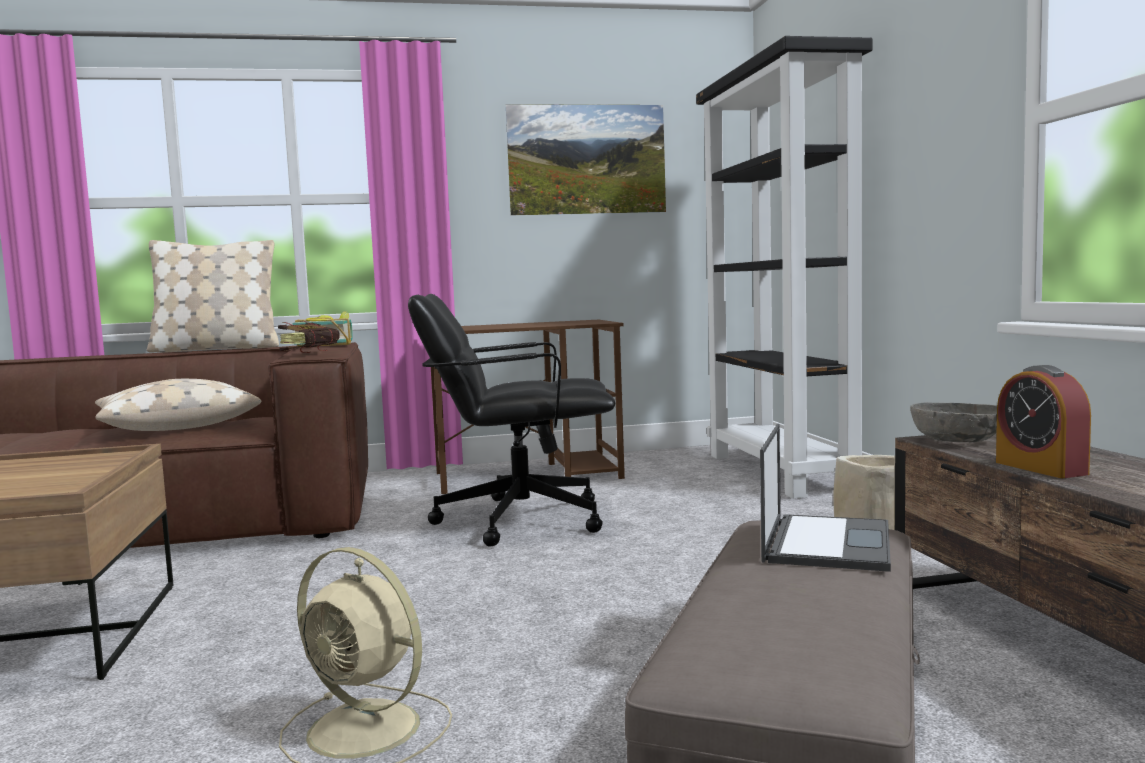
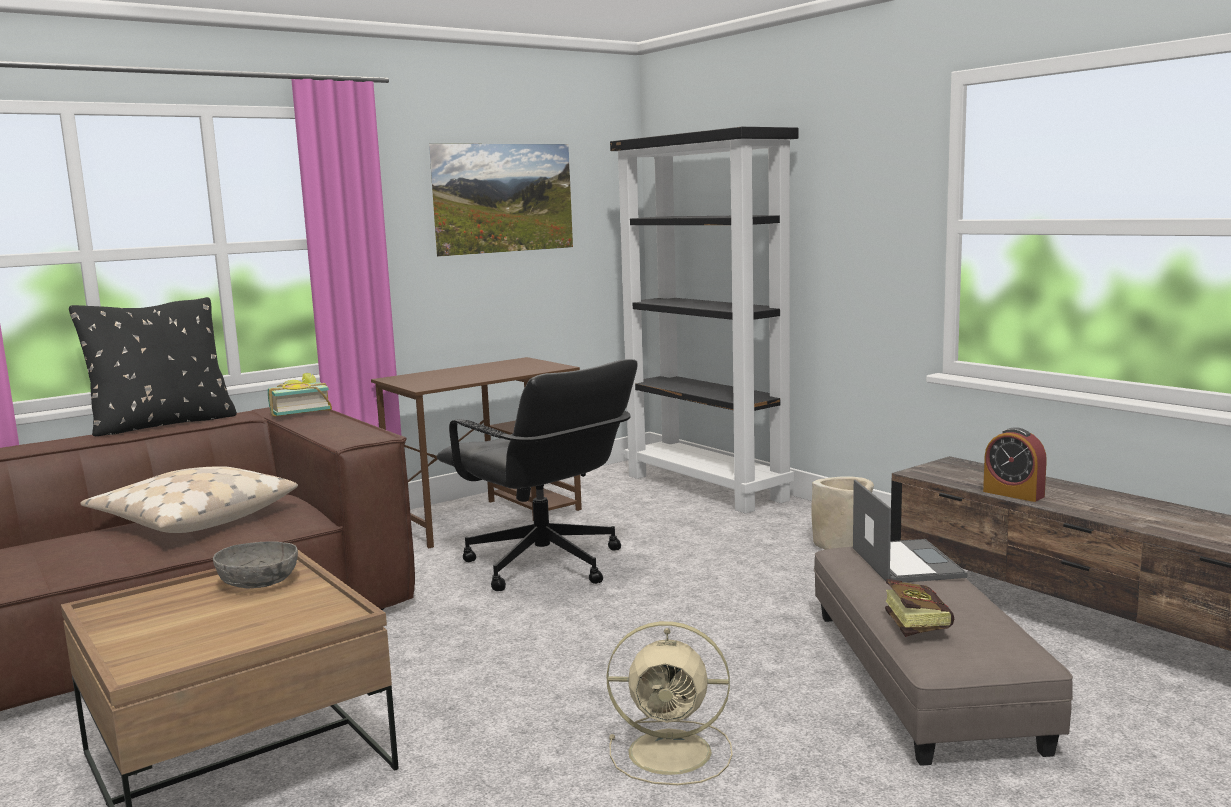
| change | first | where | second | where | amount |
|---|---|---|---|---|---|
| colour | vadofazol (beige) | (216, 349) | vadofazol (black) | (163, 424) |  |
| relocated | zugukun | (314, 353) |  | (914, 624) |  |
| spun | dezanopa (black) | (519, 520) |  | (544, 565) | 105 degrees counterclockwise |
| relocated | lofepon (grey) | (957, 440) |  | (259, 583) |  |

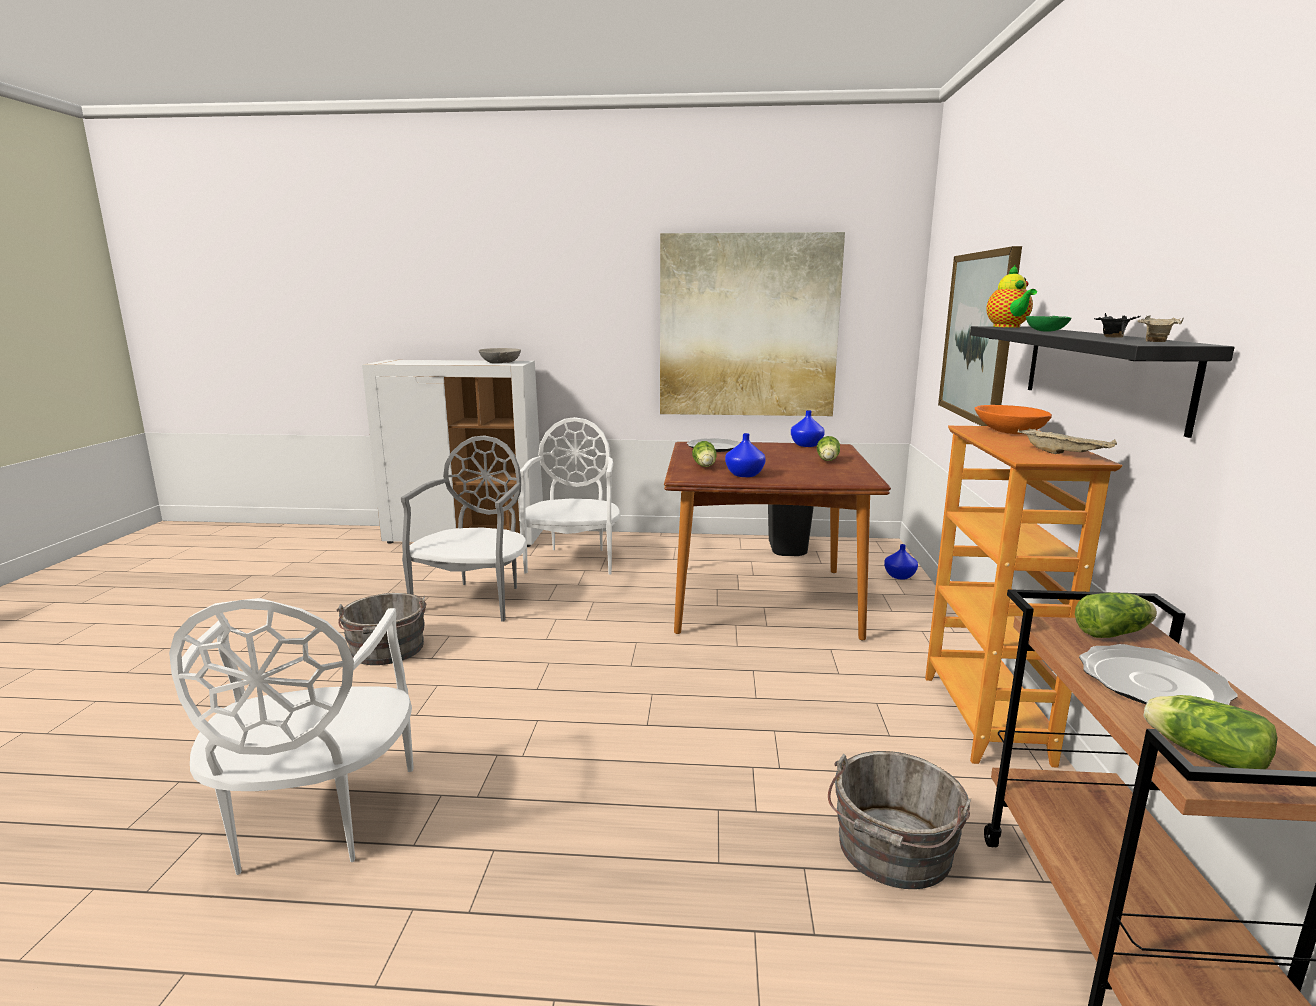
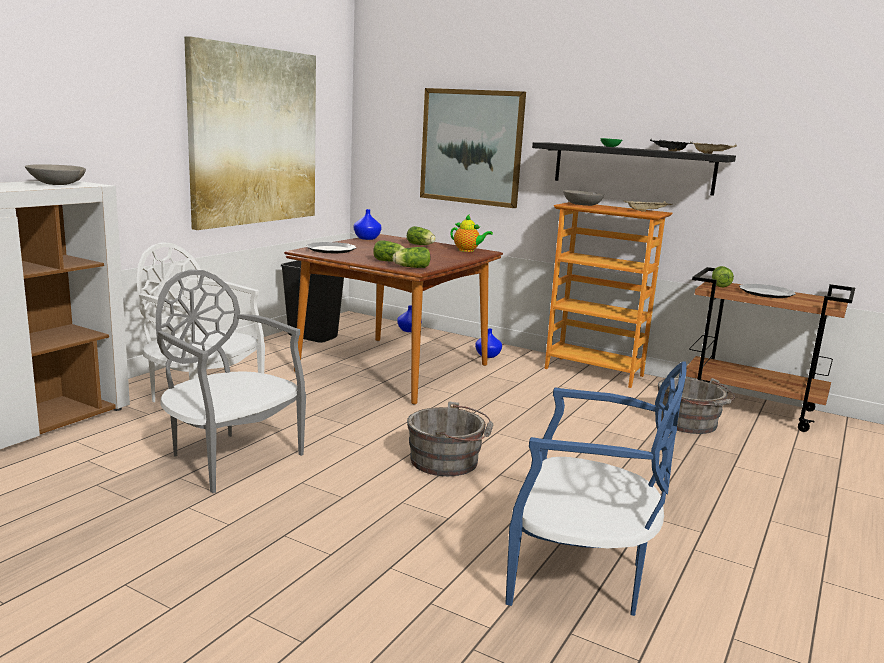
| change | first | where | second | where | amount |
|---|---|---|---|---|---|
| colour | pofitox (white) | (315, 820) | pofitox (blue) | (580, 577) |  |
| relocated | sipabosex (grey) | (387, 651) |  | (448, 461) |  |
| relocated | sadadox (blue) | (744, 475) |  | (488, 356) |  |
| colour | lofepon (orange) | (1009, 431) | lofepon (grey) | (582, 204) |  |
| relocated | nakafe | (1008, 327) |  | (468, 250) |  |
| relocated | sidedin | (1200, 753) |  | (410, 267) |  |

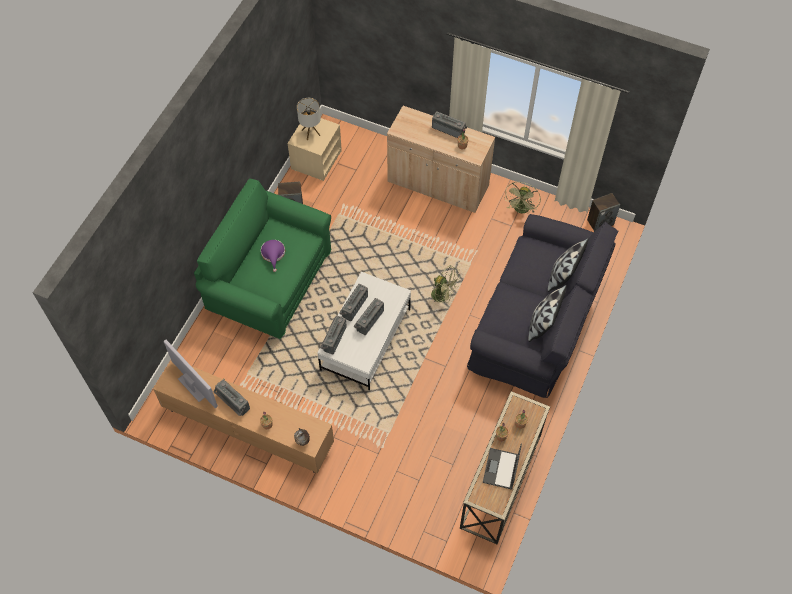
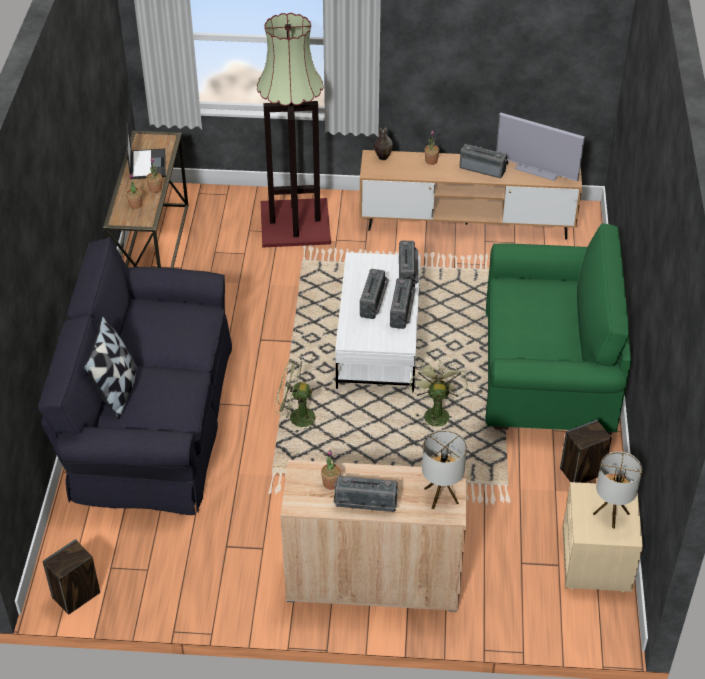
| change | first | where | second | where | amount |
|---|---|---|---|---|---|
| missing | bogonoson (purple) | (273, 254) |  |  |  |
| relocated | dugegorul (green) | (521, 210) |  | (435, 412) |  |
| missing | vadofazol | (542, 324) |  |  |  |
| appeared |  |  | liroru | (296, 223) |  |
| appeared |  |  | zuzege | (441, 496) |  |

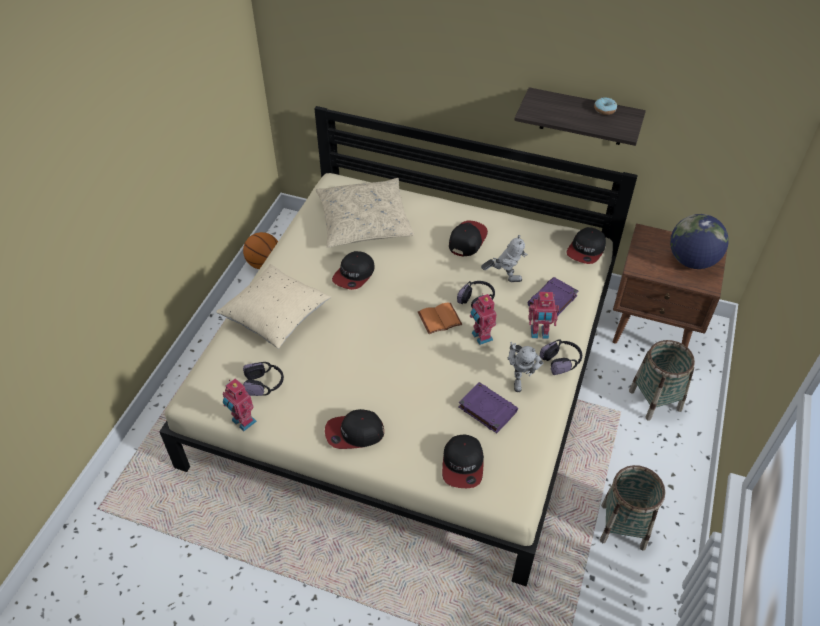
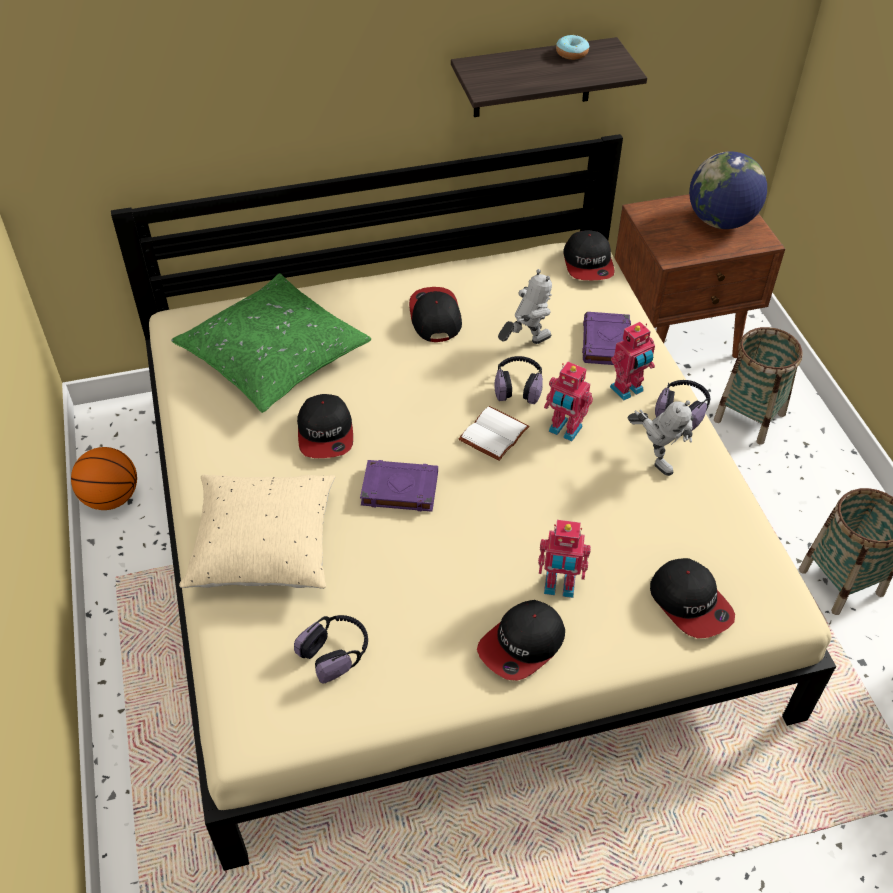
| change | first | where | second | where | amount |
|---|---|---|---|---|---|
| relocated | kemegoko | (242, 422) |  | (559, 587) |  |
| colour | vadofazol (beige) | (364, 222) | vadofazol (green) | (274, 356) |  |
| colour | zugukun (orange) | (440, 318) | zugukun (white) | (493, 433) |  |
| relocated | zugukun (purple) | (486, 409) |  | (399, 489) |  |

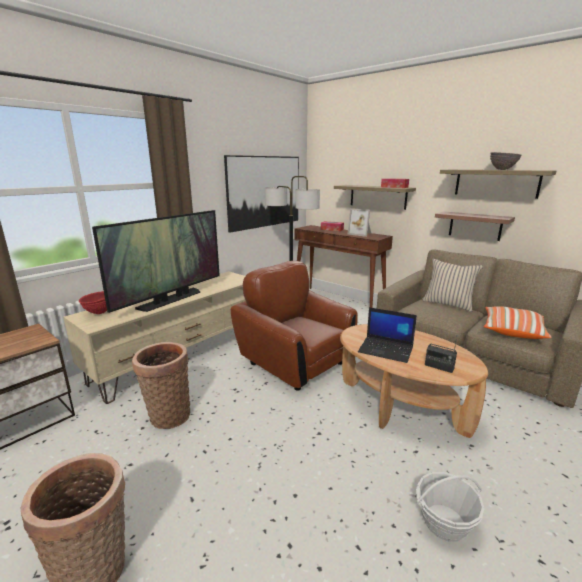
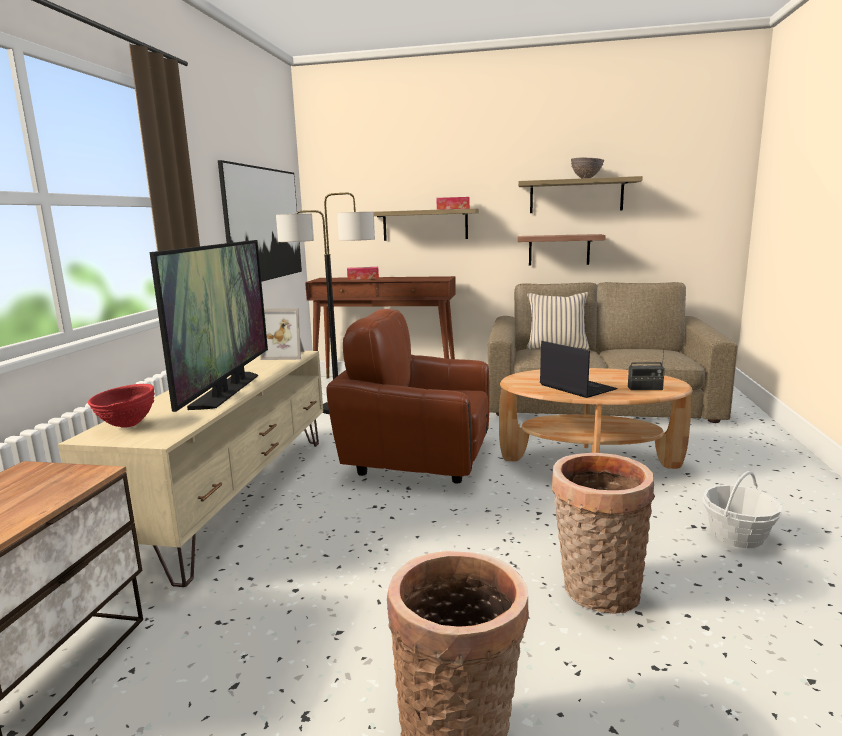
| change | first | where | second | where | amount |
|---|---|---|---|---|---|
| relocated | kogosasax | (168, 415) |  | (596, 591) |  |
| relocated | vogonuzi | (360, 234) |  | (285, 355) |  |
| spun | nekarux | (386, 349) |  | (576, 387) | 120 degrees counterclockwise |
| missing | vadofazol | (512, 330) |  |  |  |

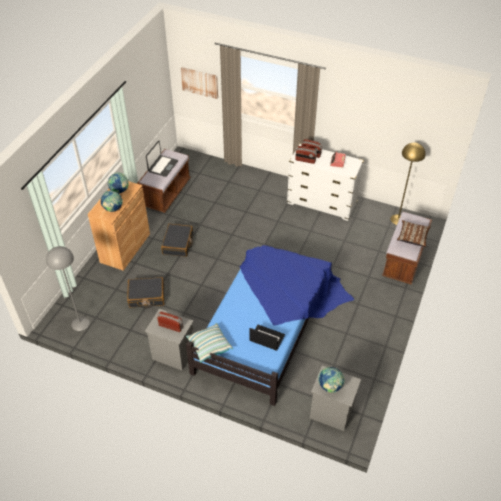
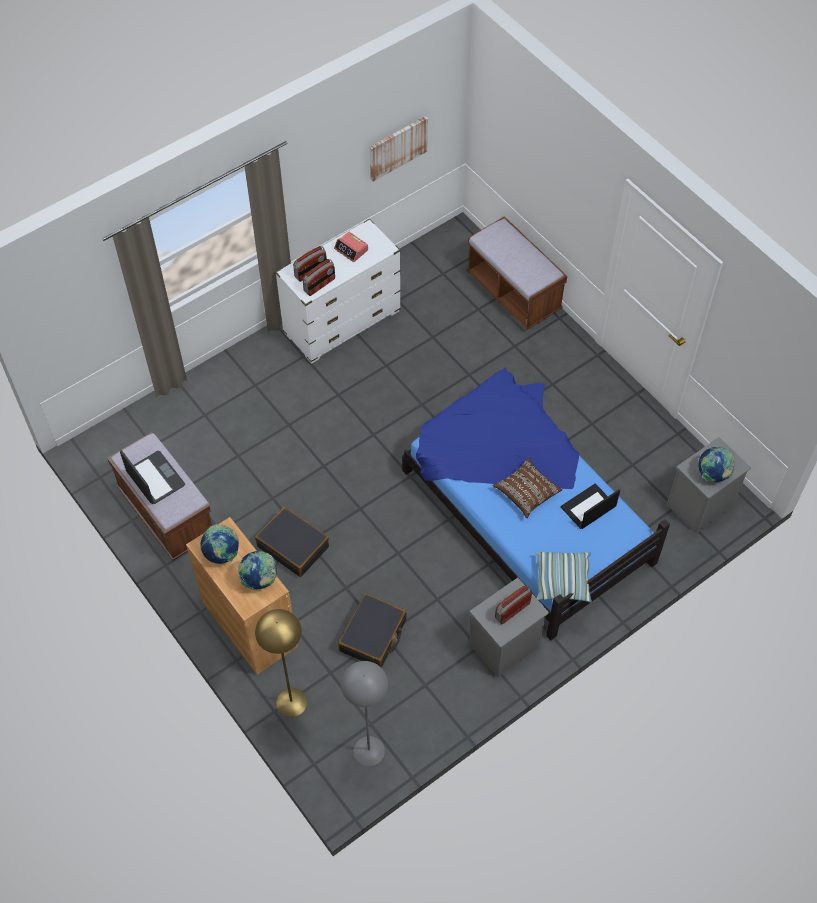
| change | first | where | second | where | amount |
|---|---|---|---|---|---|
| relocated | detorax | (200, 82) |  | (397, 147) |  |
| relocated | liroru (yellow) | (398, 219) |  | (291, 702) |  |
| relocated | vadofazol (brown) | (412, 237) |  | (526, 493) |  |

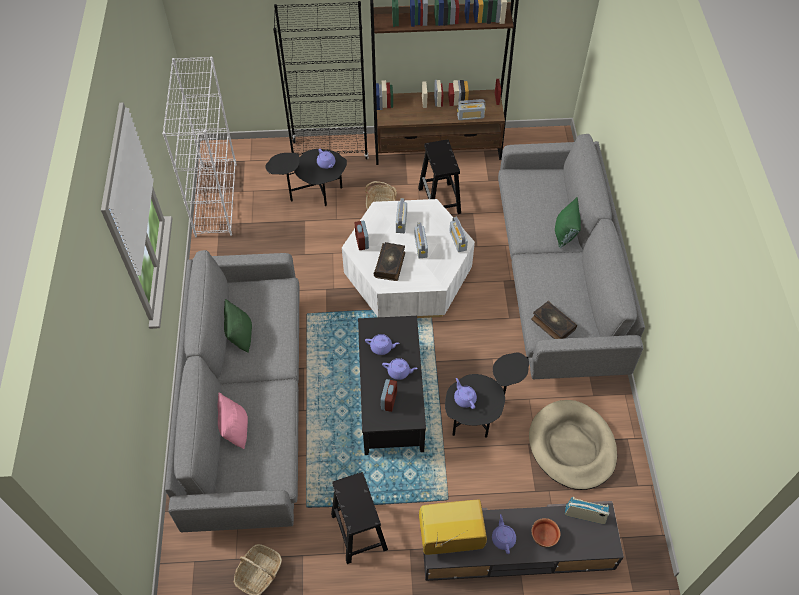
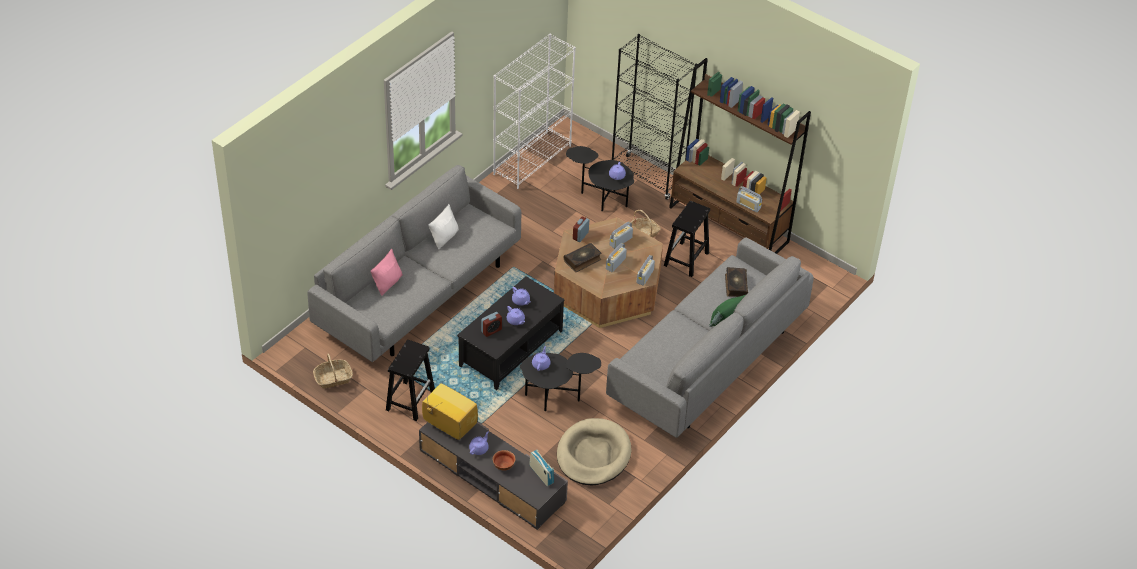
| change | first | where | second | where | amount |
|---|---|---|---|---|---|
| colour | vadofazol (green) | (240, 335) | vadofazol (white) | (444, 237) |  |
| colour | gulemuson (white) | (408, 275) | gulemuson (brown) | (607, 289) |  |
| relocated | zugukun | (552, 324) |  | (735, 285) |  |

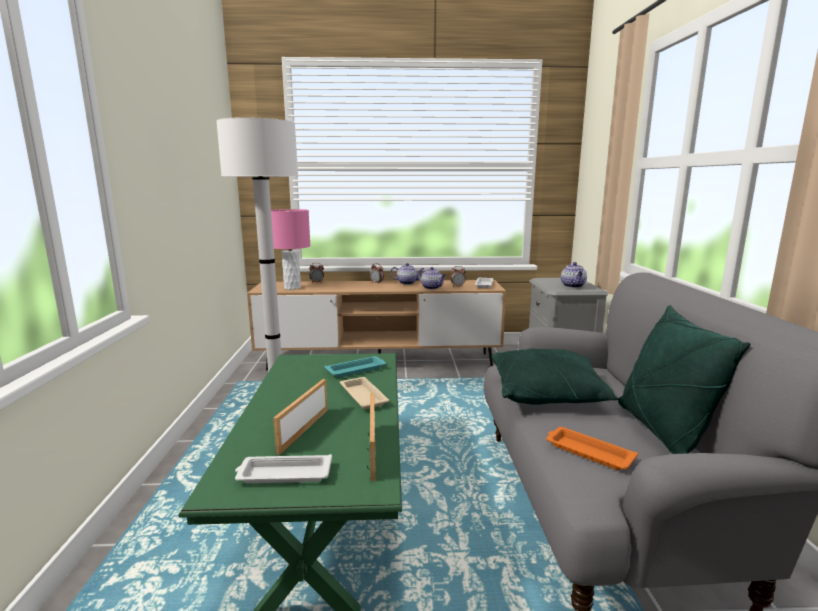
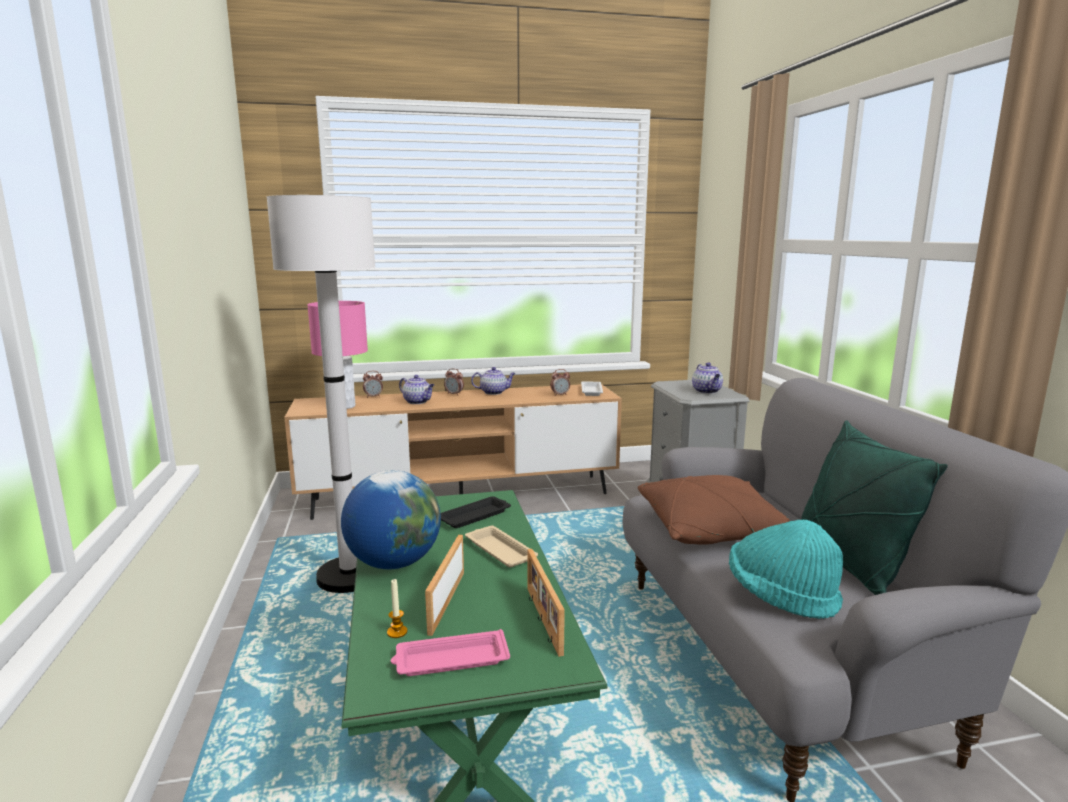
| change | first | where | second | where | amount |
|---|---|---|---|---|---|
| colour | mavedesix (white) | (283, 474) | mavedesix (pink) | (450, 660) |  |
| colour | mavedesix (turquoise) | (357, 370) | mavedesix (black) | (475, 516) |  |
| relocated | nakafe | (432, 288) |  | (418, 402) |  |
| colour | vadofazol (green) | (547, 394) | vadofazol (brown) | (711, 529) |  |
| exchanged | mavedesix (orange) | (587, 452) | bogonoson (turquoise) | (781, 596) |  |
| appeared |  |  | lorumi | (394, 563) |  |
| appeared |  |  | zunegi | (397, 632) |  |

